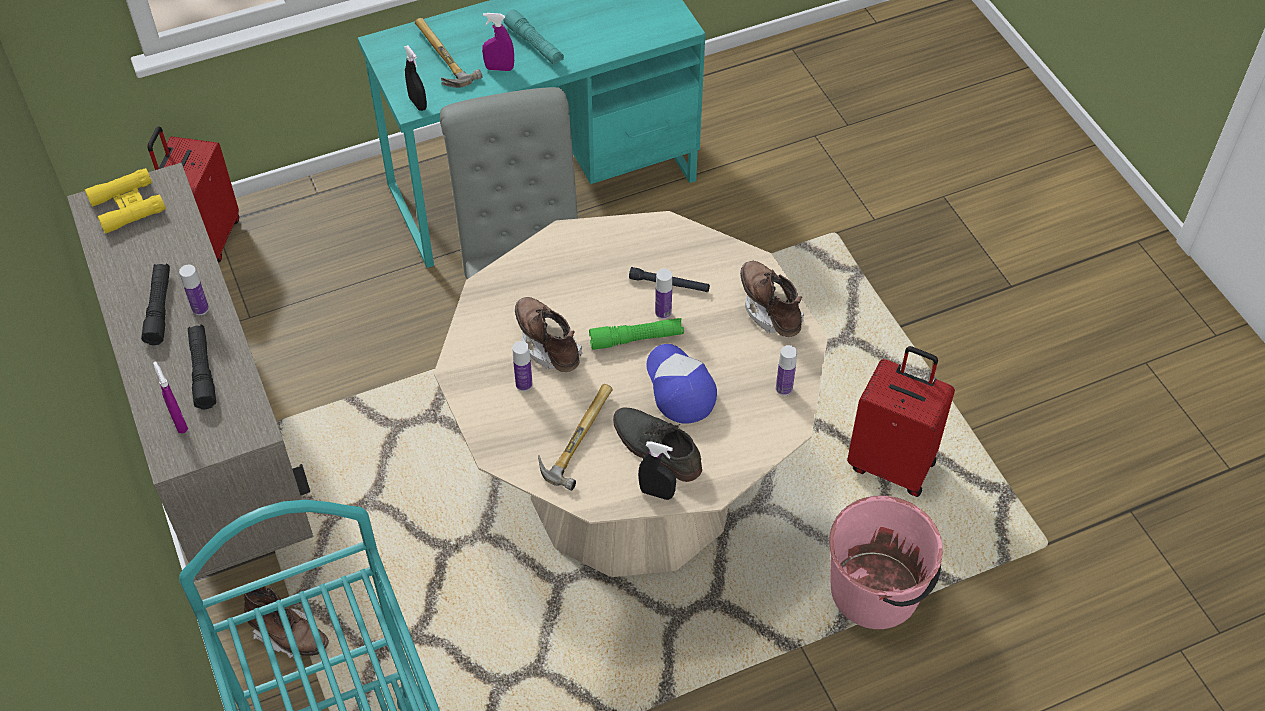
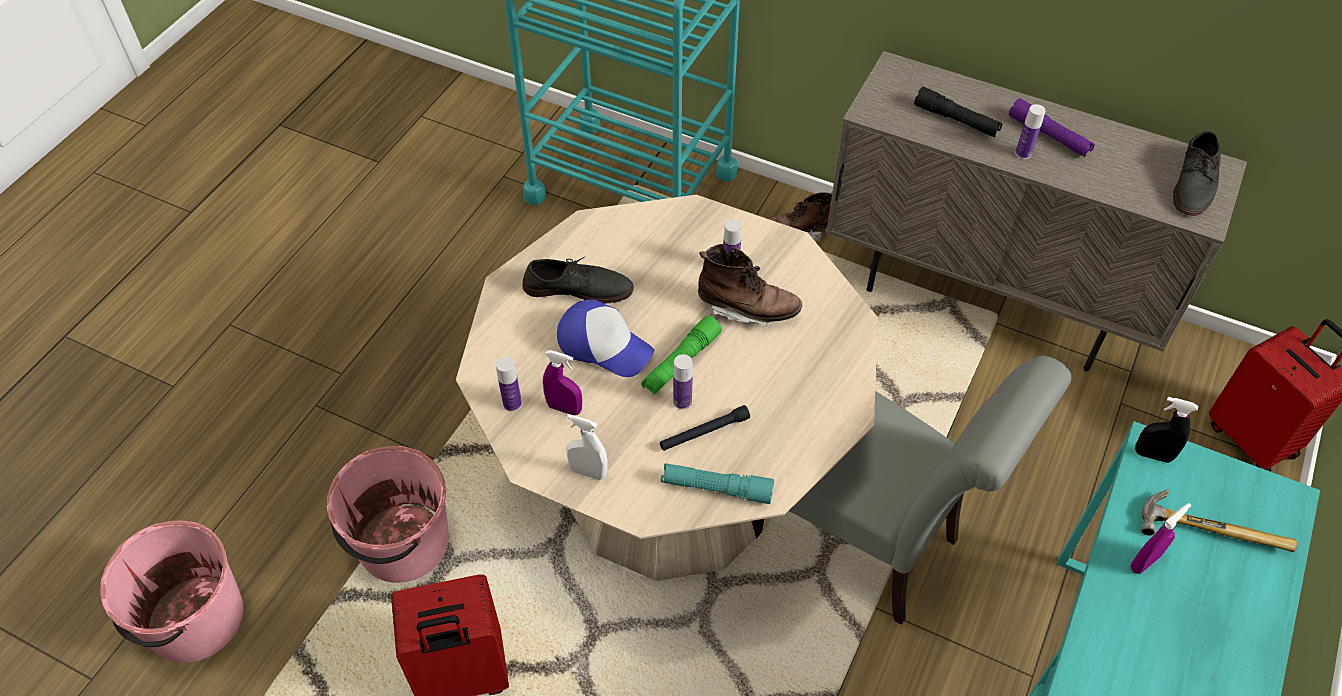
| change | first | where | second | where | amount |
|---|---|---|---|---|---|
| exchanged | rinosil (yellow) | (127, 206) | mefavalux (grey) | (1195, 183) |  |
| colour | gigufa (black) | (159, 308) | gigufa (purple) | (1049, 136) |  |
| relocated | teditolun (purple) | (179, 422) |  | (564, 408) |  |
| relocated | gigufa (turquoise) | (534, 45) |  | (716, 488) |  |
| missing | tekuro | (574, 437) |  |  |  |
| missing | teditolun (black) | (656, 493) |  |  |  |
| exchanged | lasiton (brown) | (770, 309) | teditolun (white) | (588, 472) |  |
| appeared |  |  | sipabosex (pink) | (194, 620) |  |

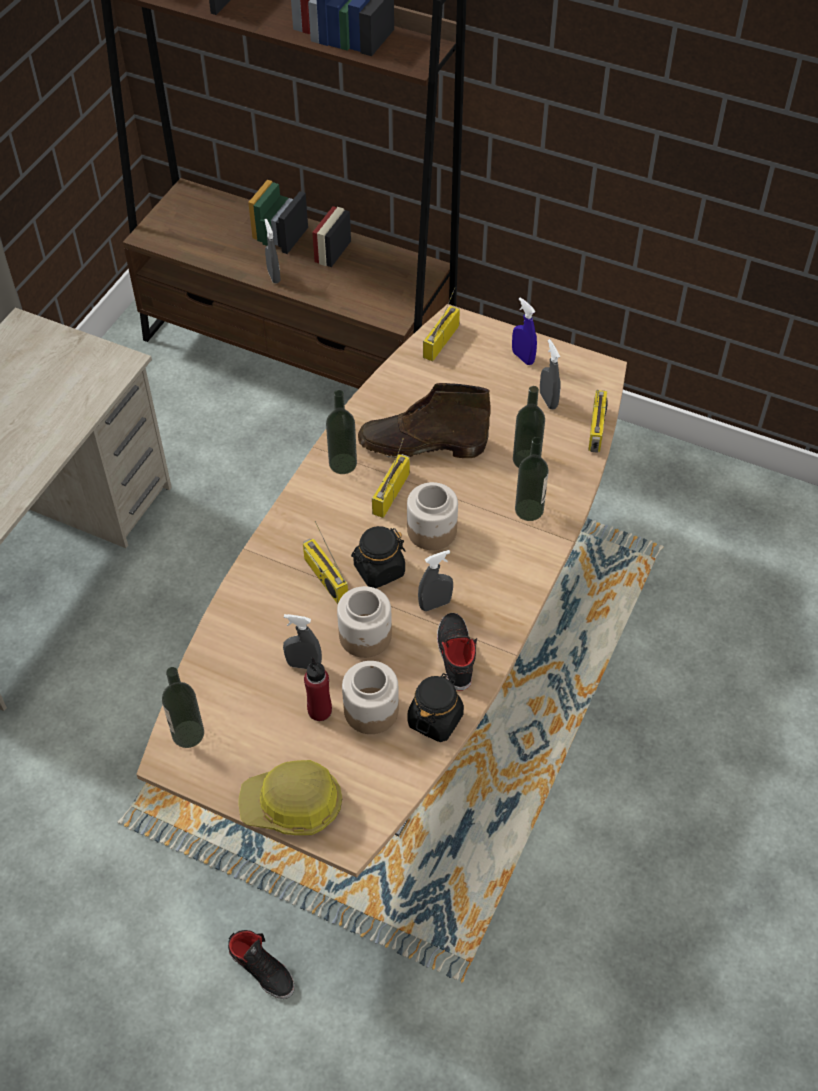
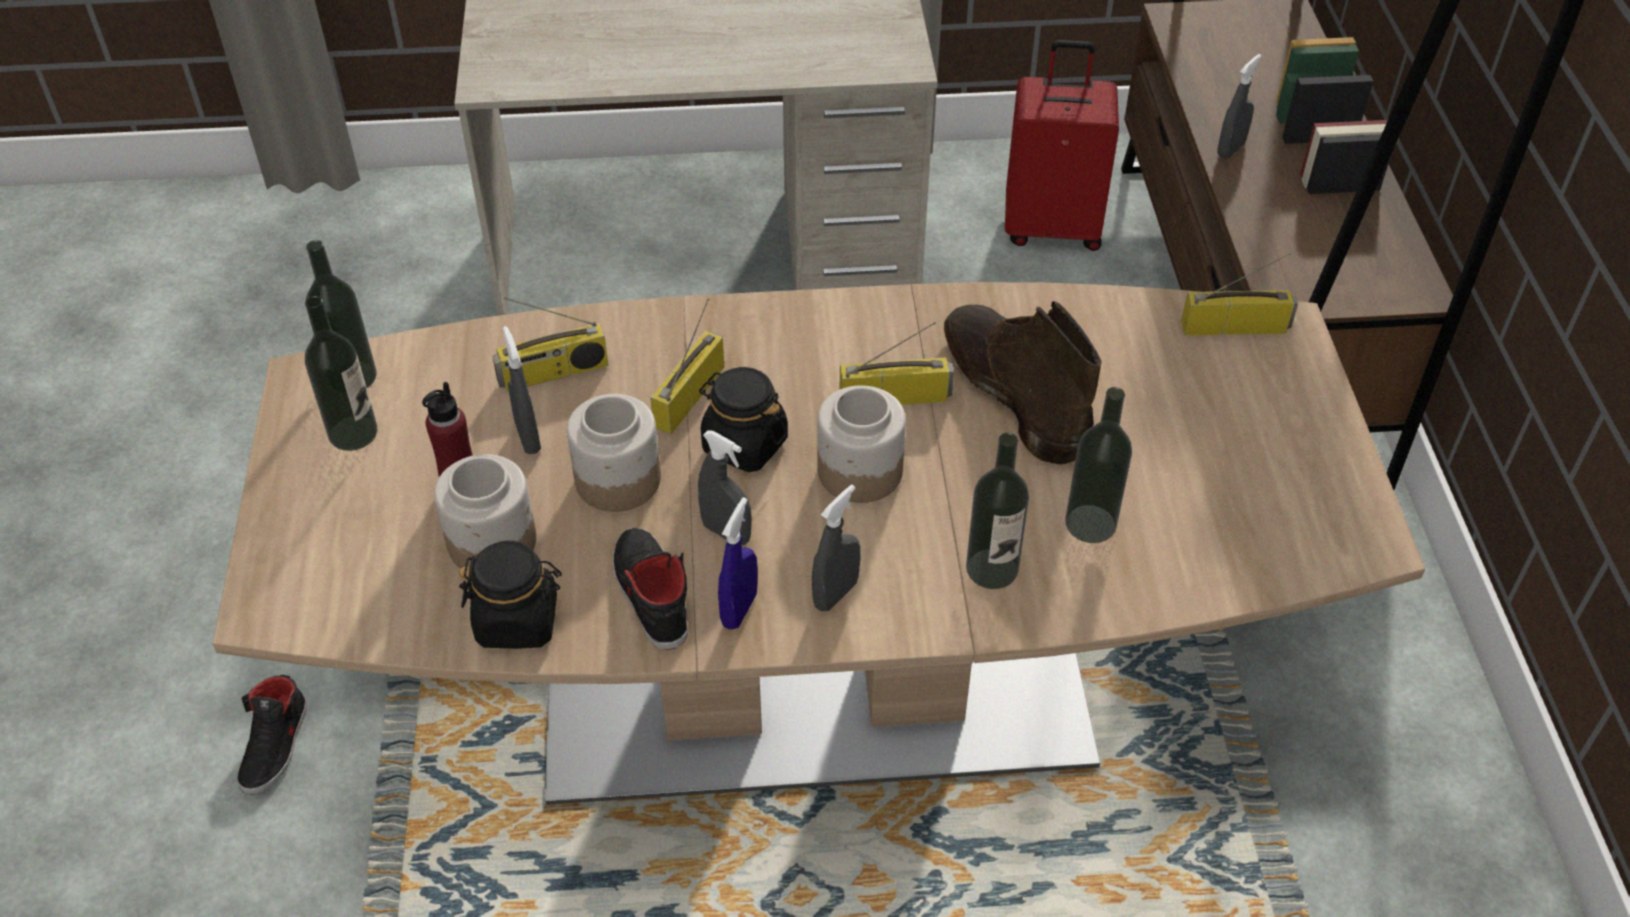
| change | first | where | second | where | amount |
|---|---|---|---|---|---|
| missing | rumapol | (292, 805) |  |  |  |
| relocated | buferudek | (343, 463) |  | (353, 433) |  |
| spun | mefavalux (black) | (454, 654) |  | (649, 594) | 75 degrees counterclockwise |
| relocated | teditolun (blue) | (522, 357) |  | (739, 610) |  |
| relocated | teditolun (grey) | (548, 400) |  | (835, 594) |  |
| relocated | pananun | (597, 430) |  | (553, 373) |  |
| appeared |  |  | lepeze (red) | (1052, 227) |  |

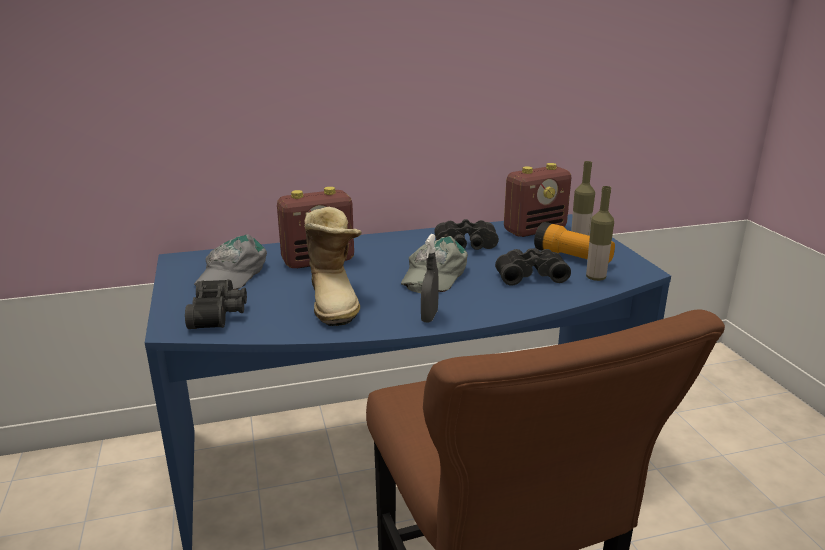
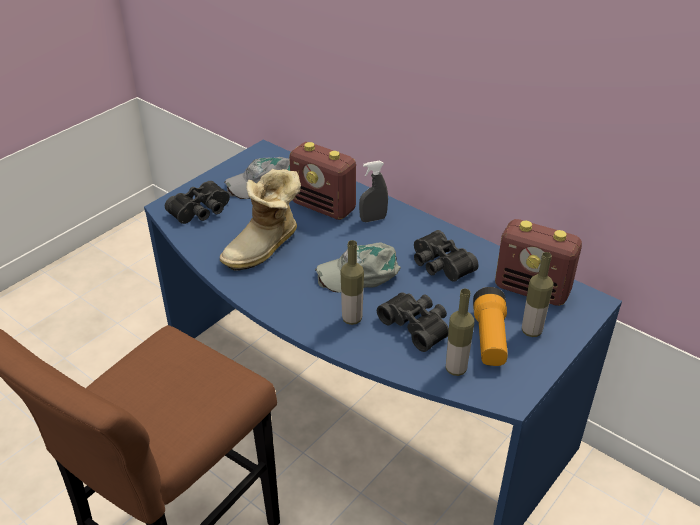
| change | first | where | second | where | amount |
|---|---|---|---|---|---|
| relocated | teditolun (grey) | (429, 316) |  | (373, 219) |  |
| appeared |  |  | buferudek | (352, 319) |  |

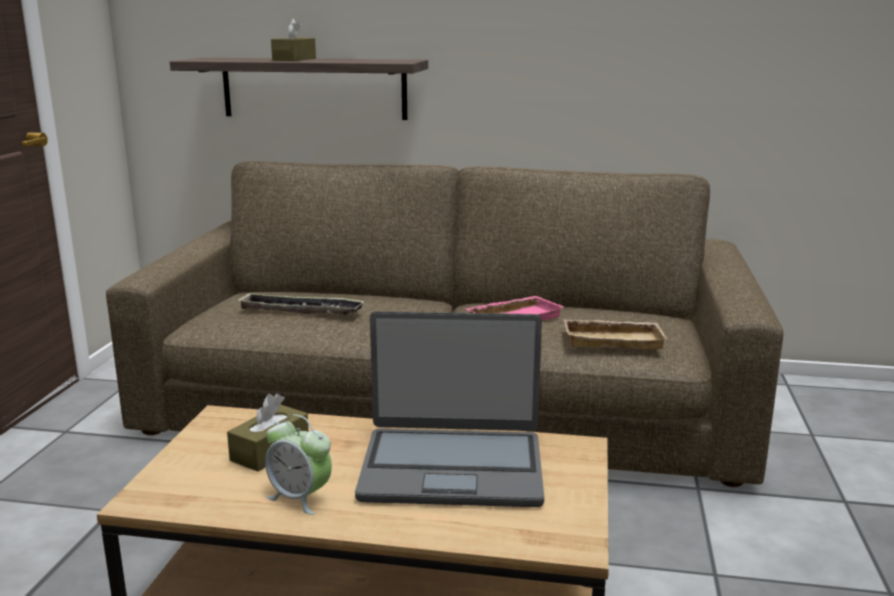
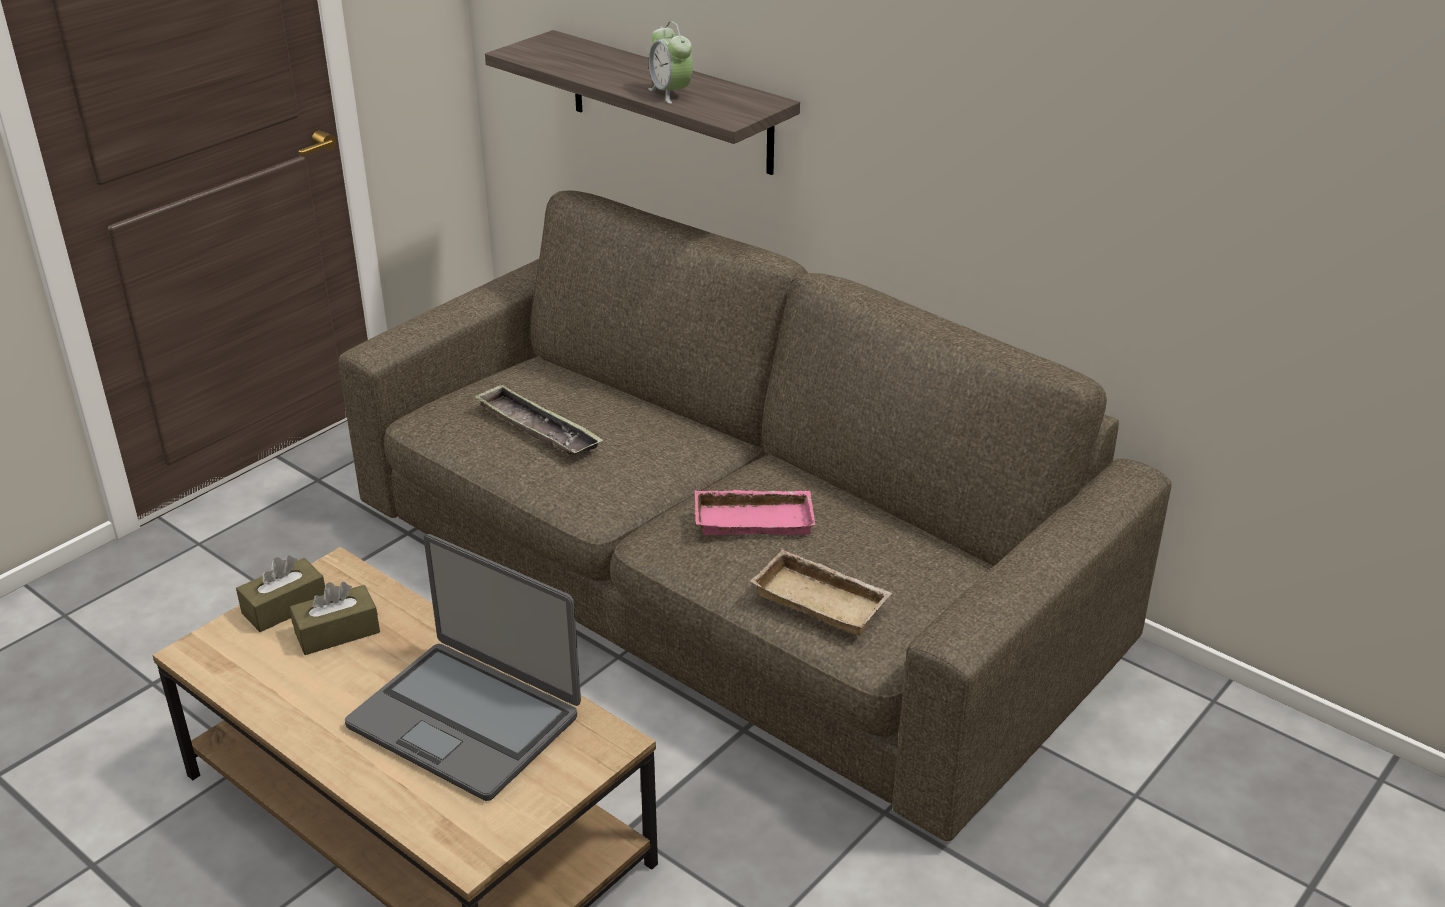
| change | first | where | second | where | amount |
|---|---|---|---|---|---|
| relocated | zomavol | (300, 498) |  | (671, 93) |  |
| relocated | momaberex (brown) | (294, 59) |  | (285, 607) |  |

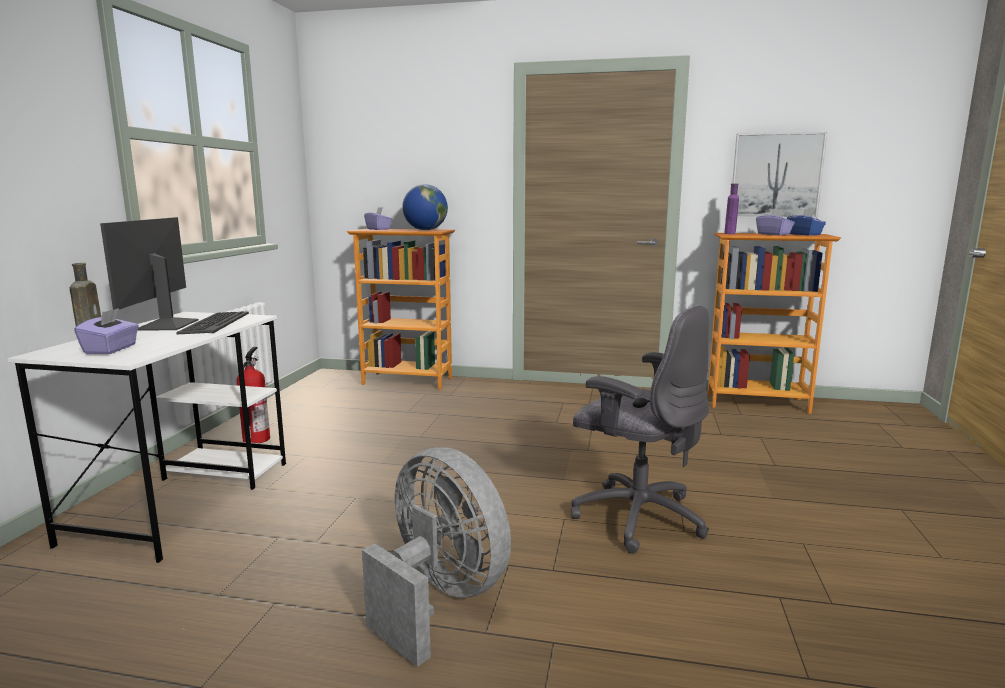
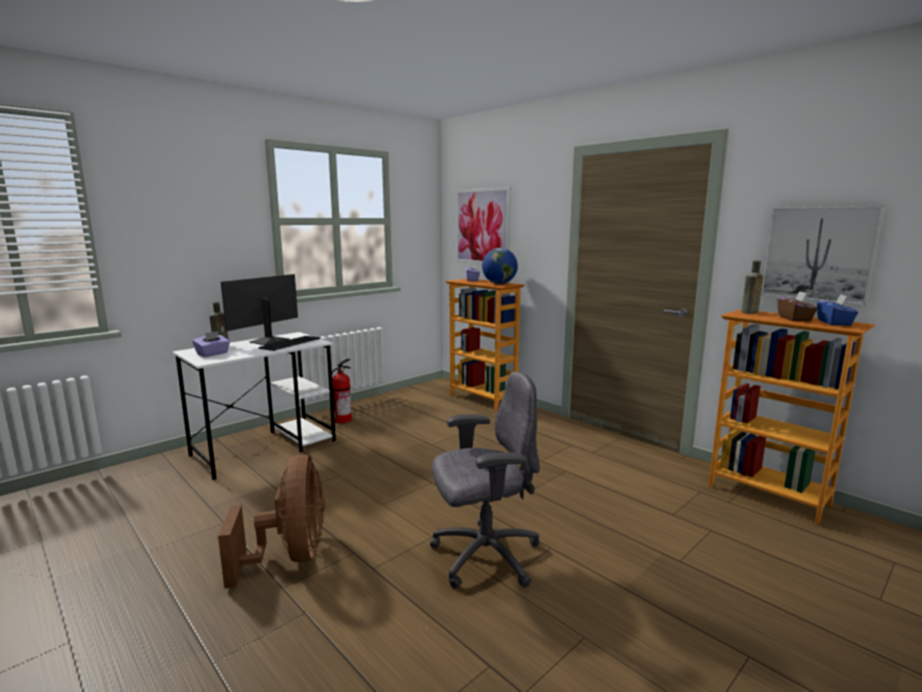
| change | first | where | second | where | amount |
|---|---|---|---|---|---|
| colour | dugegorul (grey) | (439, 598) | dugegorul (brown) | (291, 556) |  |
| spun | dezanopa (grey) | (637, 516) |  | (484, 556) | 90 degrees counterclockwise |
| colour | buferudek (purple) | (730, 233) | buferudek (brown) | (748, 312) |  |
| colour | momaberex (purple) | (773, 234) | momaberex (brown) | (795, 319) |  |
| appeared |  |  | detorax | (482, 226) |  |

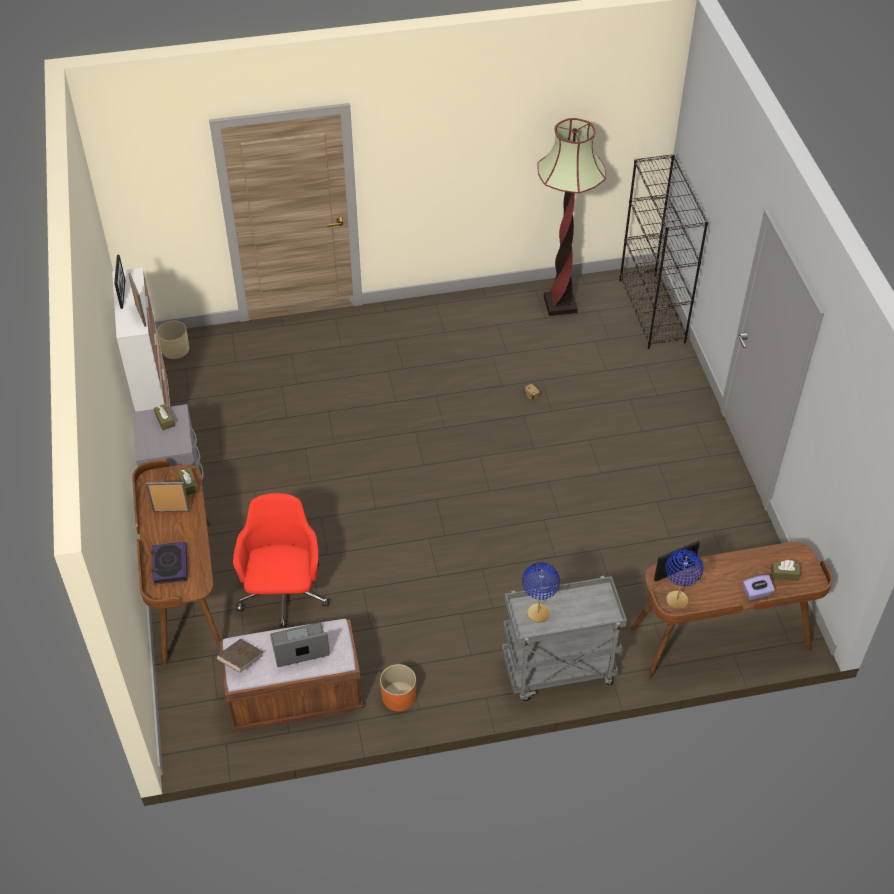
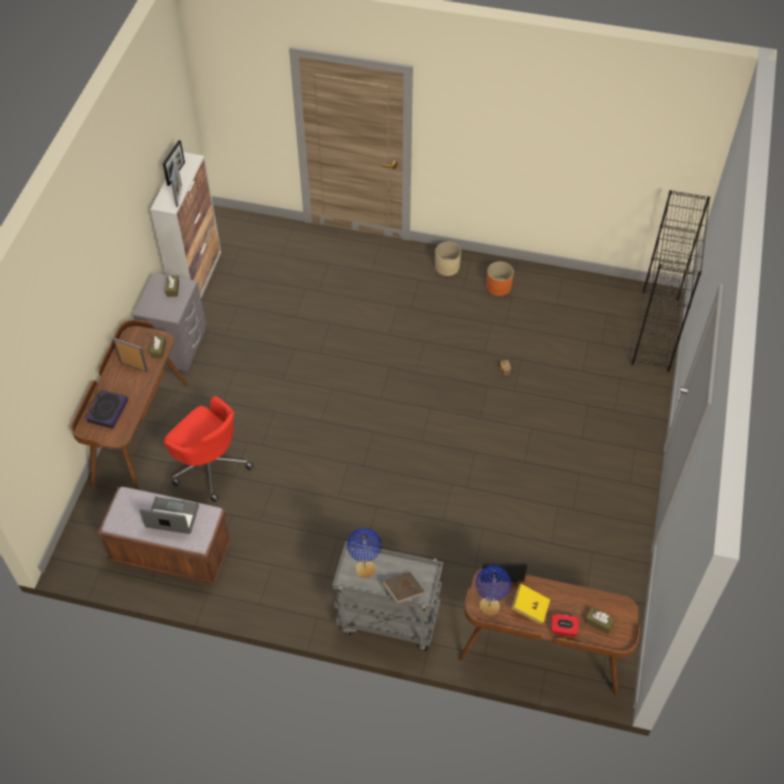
| change | first | where | second | where | amount |
|---|---|---|---|---|---|
| relocated | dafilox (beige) | (175, 349) |  | (447, 267) |  |
| relocated | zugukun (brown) | (240, 660) |  | (403, 591) |  |
| spun | dezanopa (red) | (284, 594) |  | (210, 465) | 105 degrees clockwise |
| relocated | dafilox (orange) | (398, 696) |  | (498, 287) |  |
| missing | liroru | (560, 304) |  |  |  |
| colour | momaberex (purple) | (757, 593) | momaberex (red) | (563, 629) |  |
| appeared |  |  | zugukun (yellow) | (530, 607) |  |

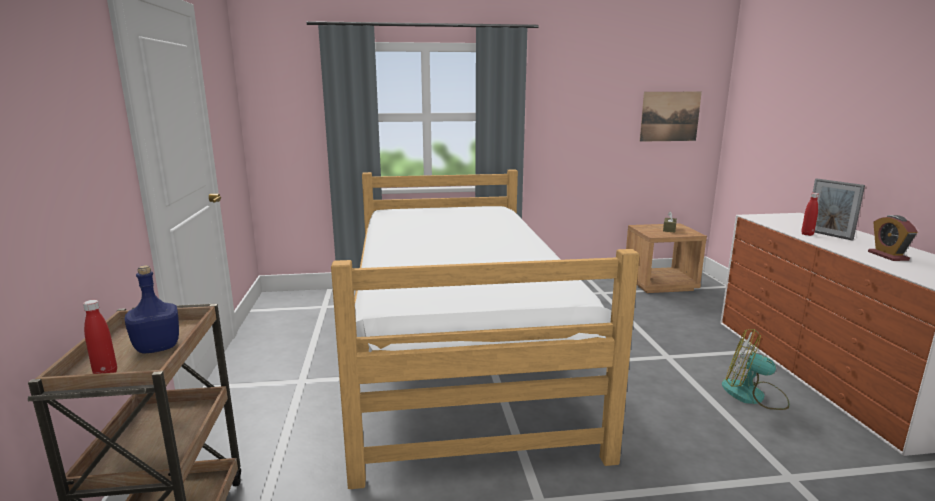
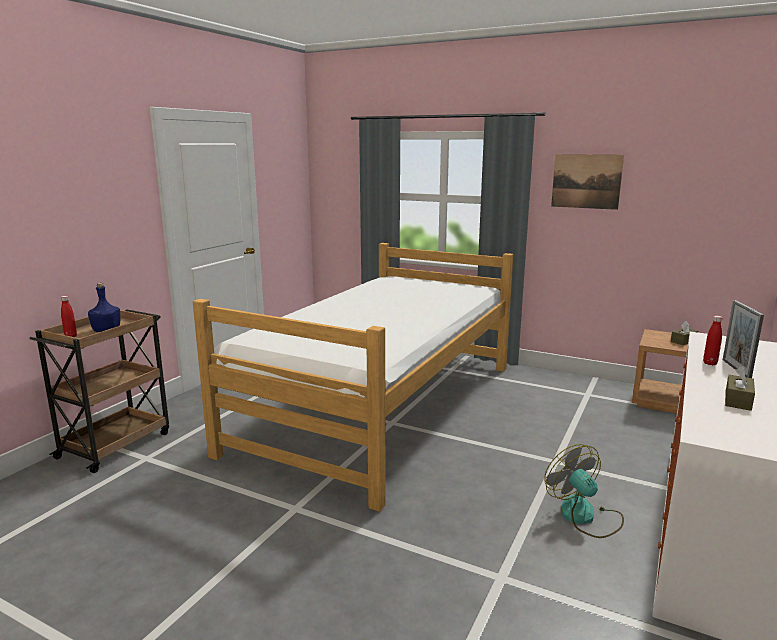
| change | first | where | second | where | amount |
|---|---|---|---|---|---|
| relocated | detorax | (670, 116) |  | (586, 181) |  |
| exchanged | zomavol | (887, 256) | momaberex (brown) | (738, 400) |  |

